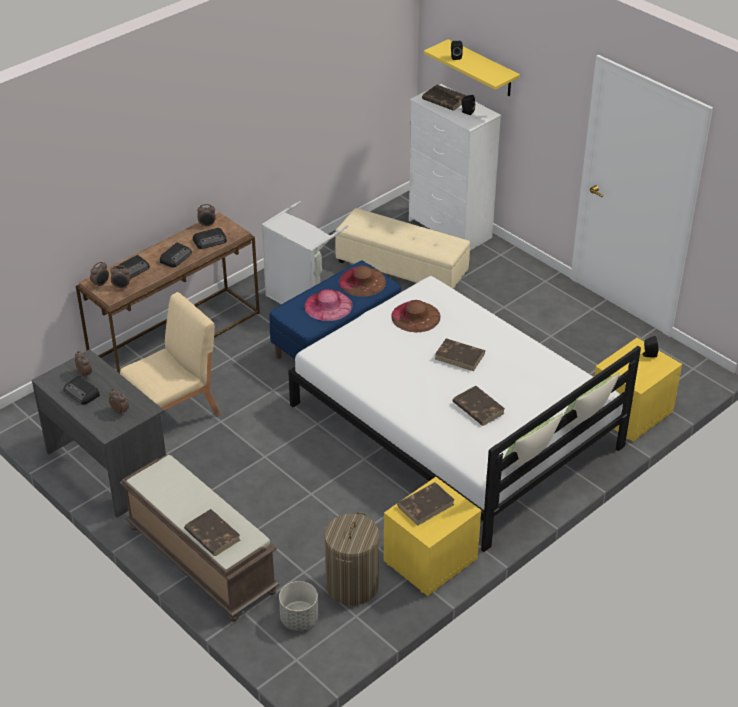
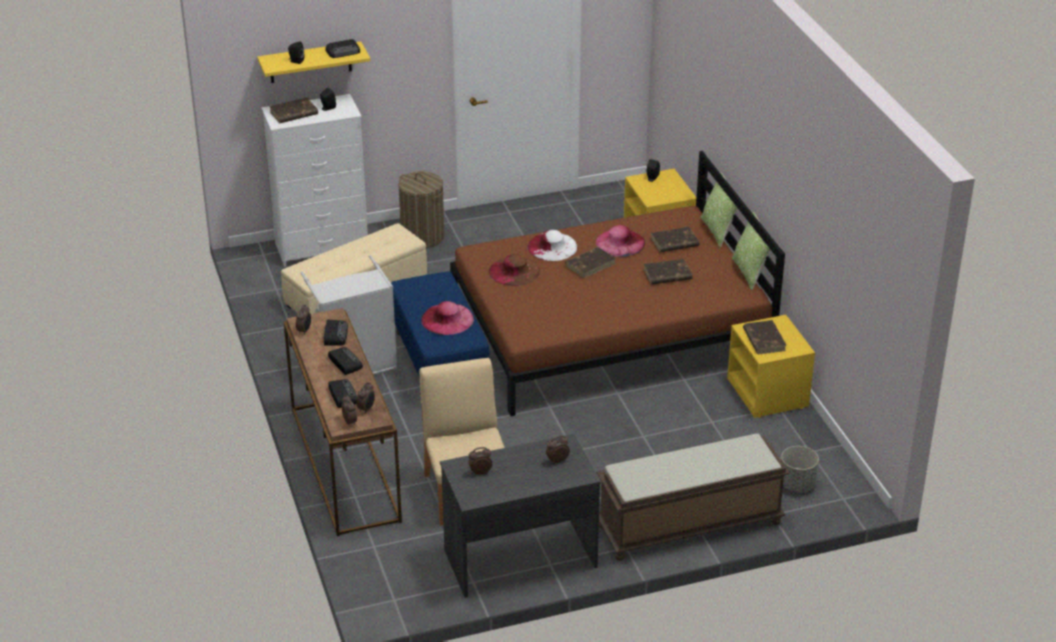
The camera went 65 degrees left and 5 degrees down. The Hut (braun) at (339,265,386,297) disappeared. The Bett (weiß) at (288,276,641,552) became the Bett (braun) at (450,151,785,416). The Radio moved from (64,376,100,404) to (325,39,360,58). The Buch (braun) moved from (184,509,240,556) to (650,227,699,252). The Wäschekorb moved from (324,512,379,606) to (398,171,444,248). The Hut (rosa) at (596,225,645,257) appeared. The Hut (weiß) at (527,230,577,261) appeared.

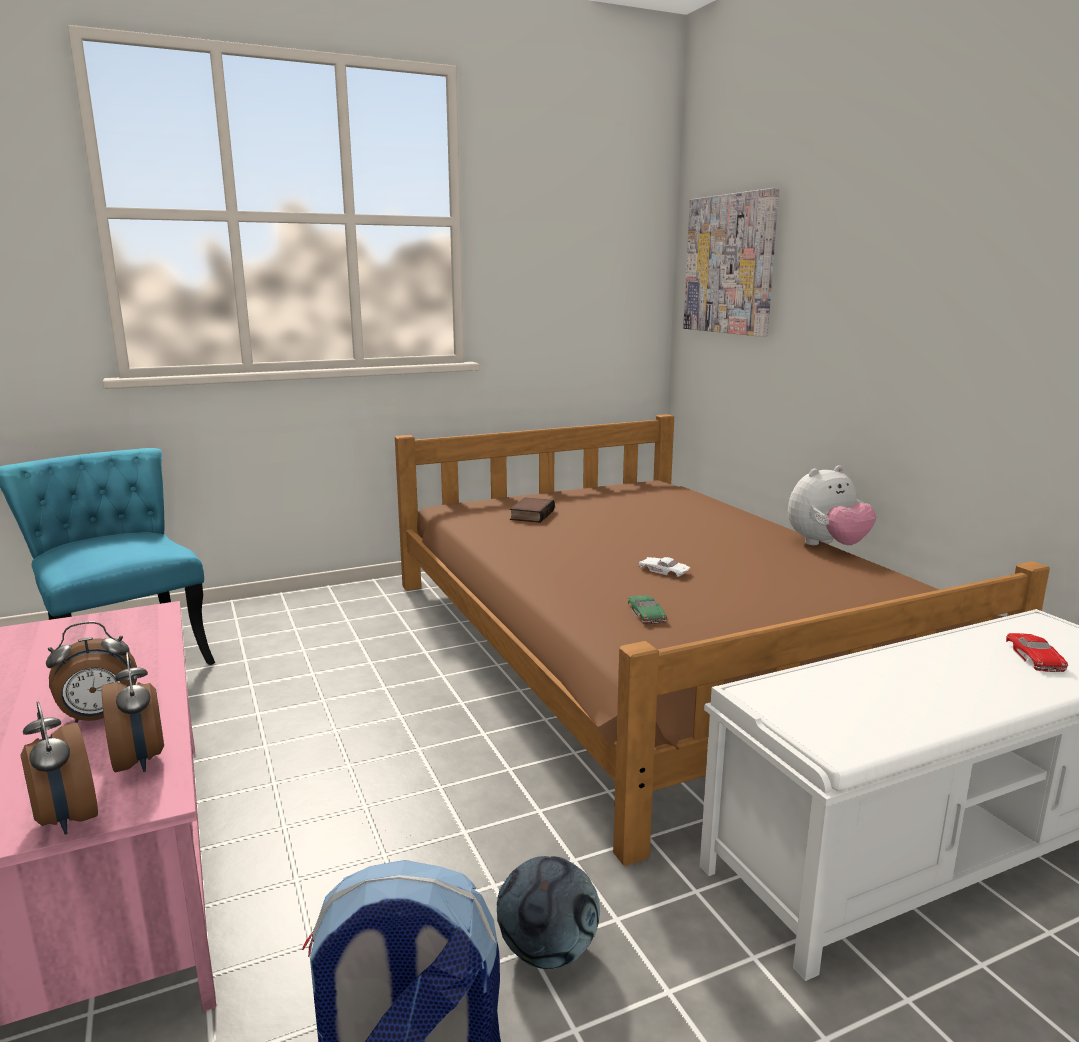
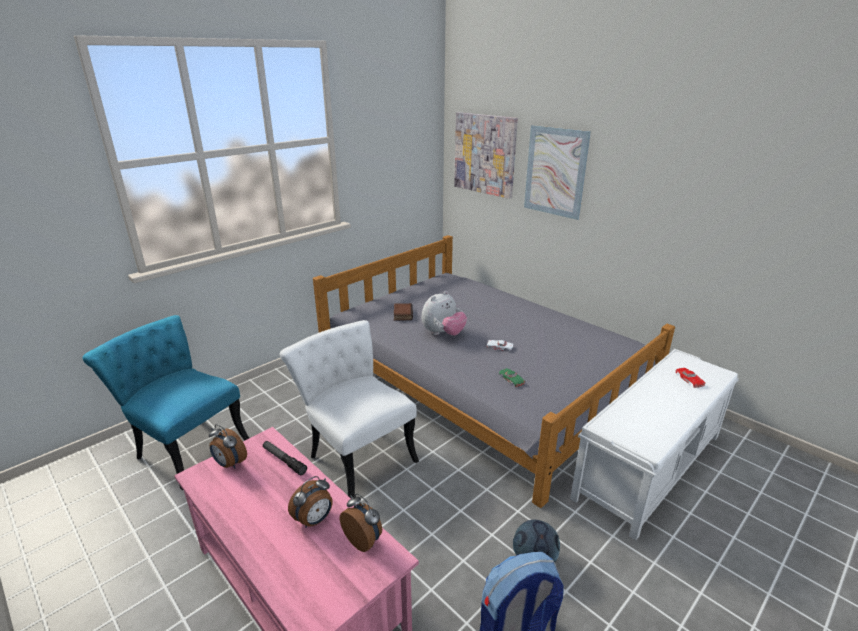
The camera went 20 degrees left and 10 degrees up. The Bett (braun) at (395,414,1050,866) became the Bett (grau) at (313,235,675,508). The Plüschtier moved from (788,465,876,545) to (421,291,467,336). The Wecker moved from (20,701,98,835) to (209,424,247,469). The Bild at (524,125,591,220) appeared. The Stuhl (weiß) at (280,320,419,498) appeared. The Taschenlampe at (263,441,307,475) appeared.

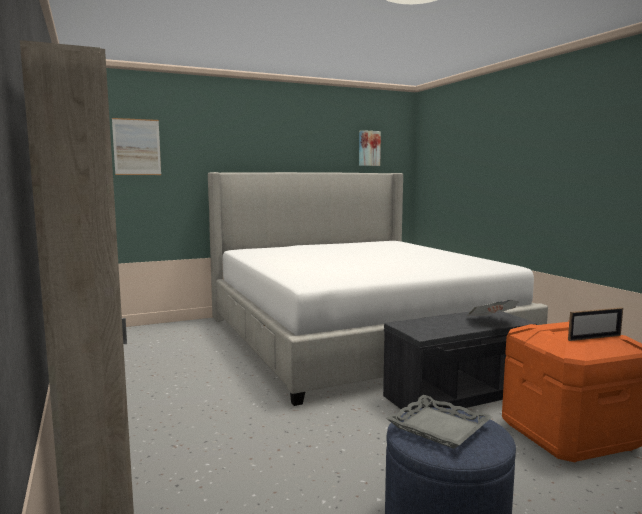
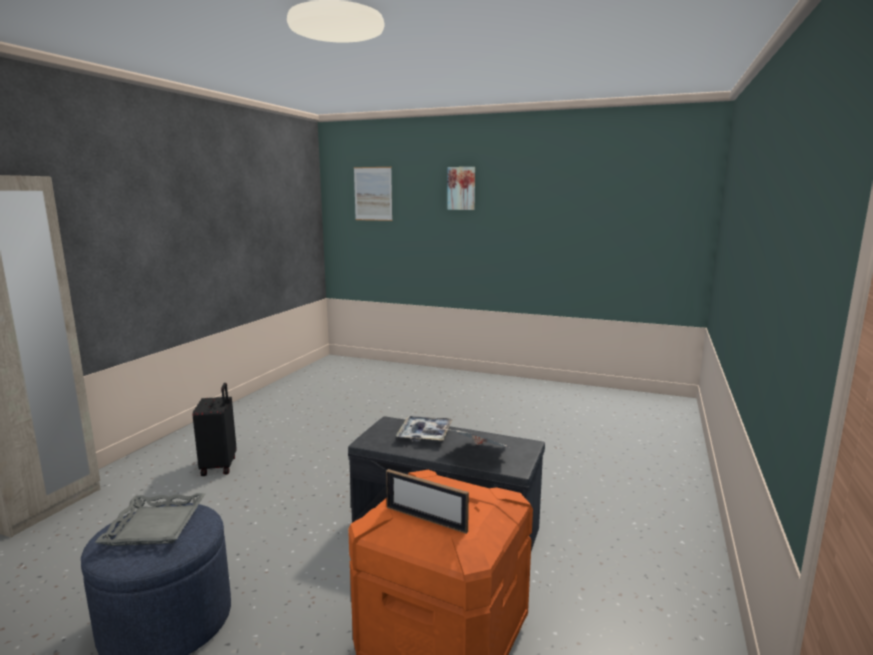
The camera went 45 degrees right and 5 degrees up. The Bild moved from (359,130,381,166) to (447,167,475,210). The Bett at (208,172,548,406) disappeared. The Koffer (schwarz) at (193,383,237,476) appeared. The Tablett at (396,416,453,442) appeared.

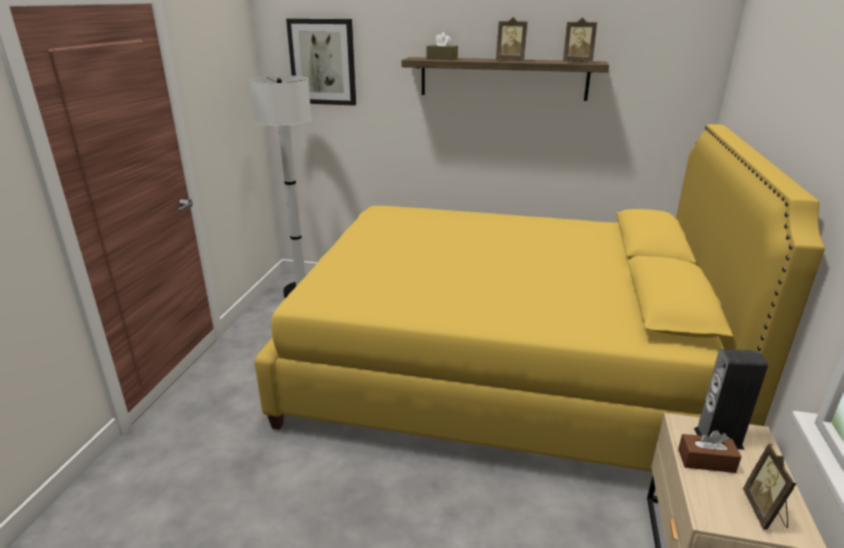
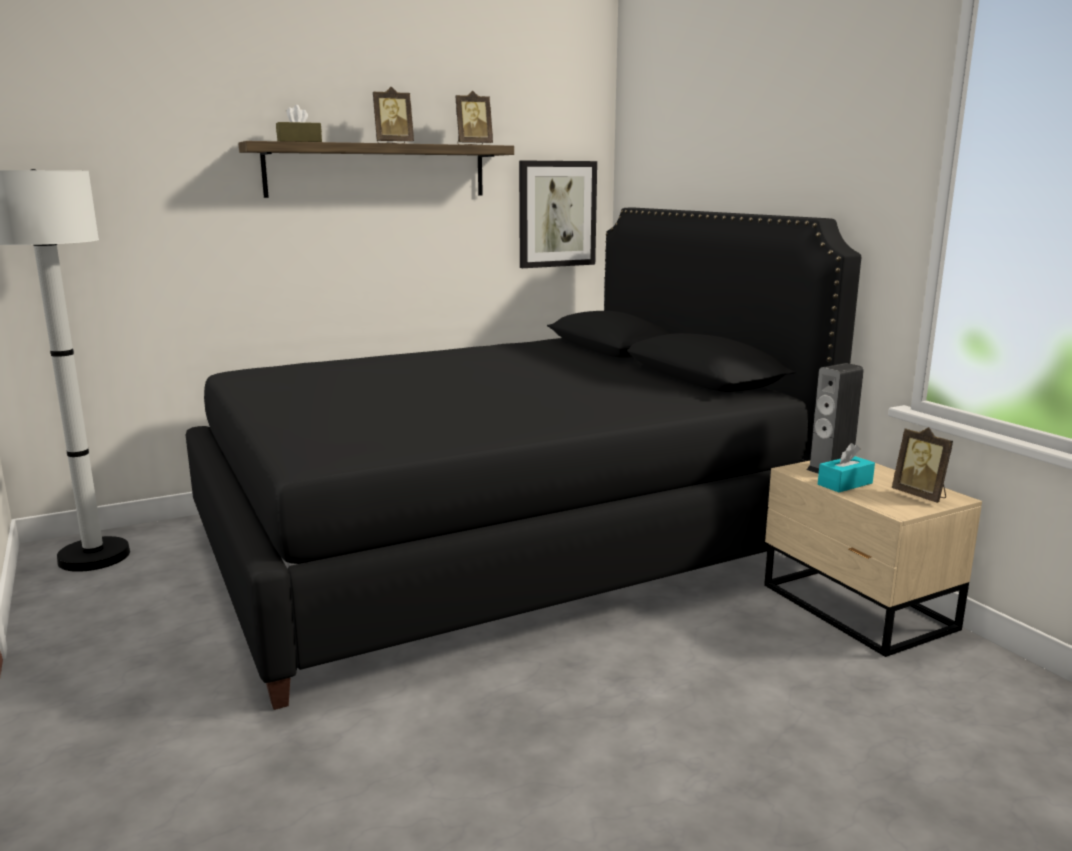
The camera went 40 degrees left and 10 degrees down. The Bild moved from (286,18,356,106) to (519,160,597,268). The Bett (gelb) at (254,124,825,472) became the Bett (schwarz) at (186,207,861,710). The Taschentuchbox (braun) at (678,430,741,473) became the Taschentuchbox (türkis) at (818,443,875,492).

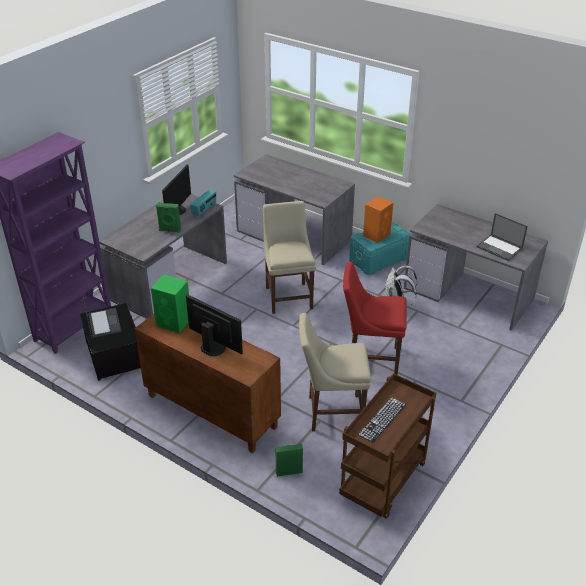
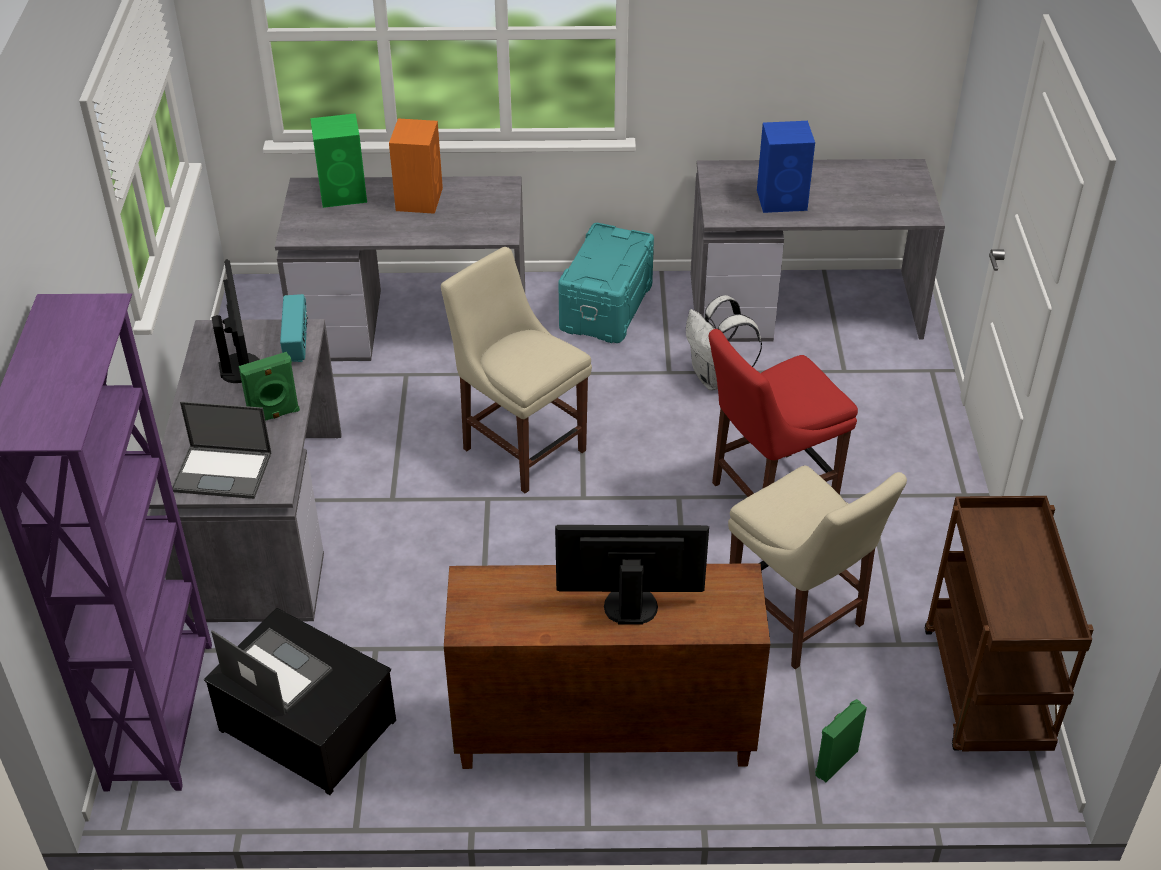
The camera went 35 degrees left and 5 degrees up. The Lautsprecher (orange) moved from (363,196,393,243) to (389,118,443,214). The Laptop moved from (476,213,528,261) to (172,401,271,499). The Lautsprecher (grün) moved from (151,275,189,333) to (310,113,367,208). The Stuhl (beige) at (299,313,371,431) turned 90 degrees counterclockwise. The Tastatur at (358,397,406,443) disappeared. The Lautsprecher (blau) at (757,121,815,213) appeared.

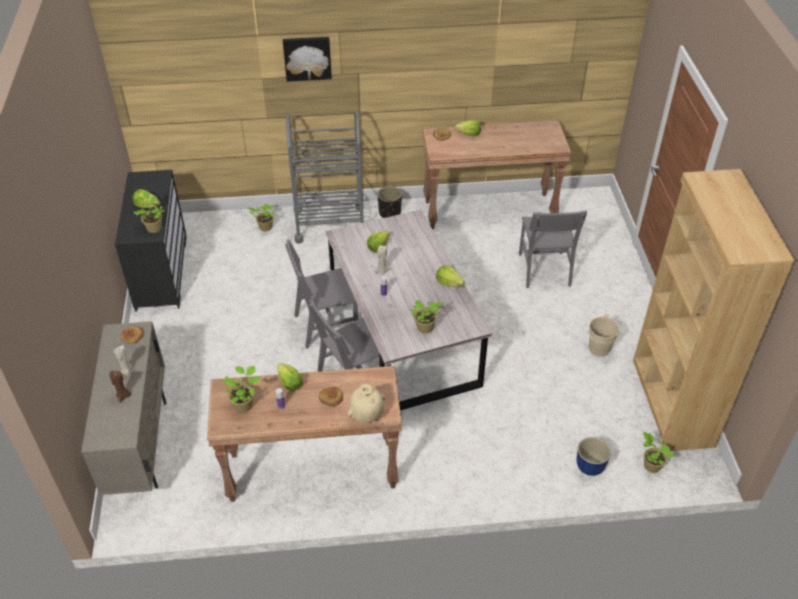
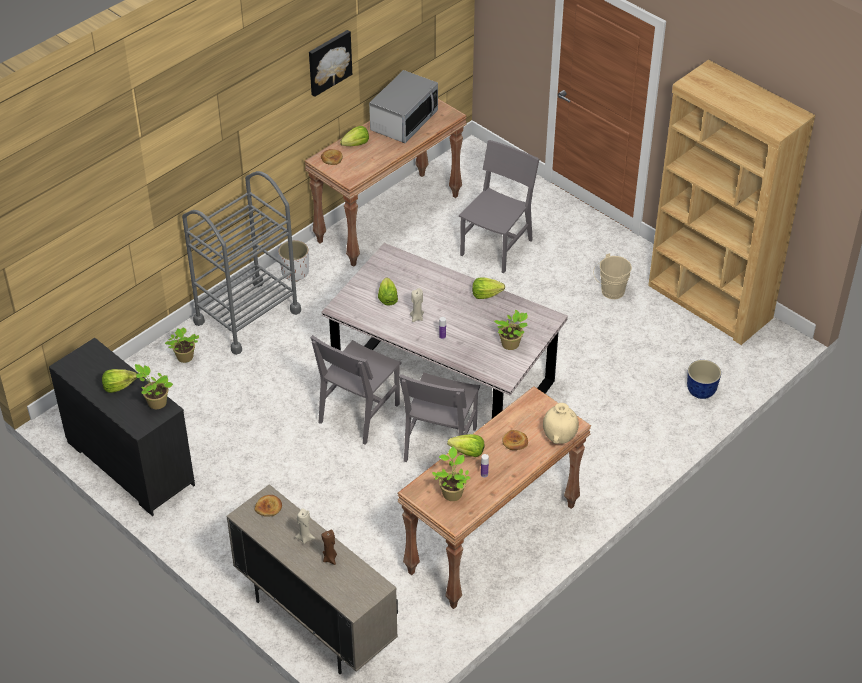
The camera went 40 degrees left and 0 degrees up. The Bild moved from (283,37,332,82) to (309,30,352,97). The Pflanzkübel (schwarz) at (378,186,402,218) became the Pflanzkübel (weiß) at (278,240,309,282). The Stuhl (grau) at (519,210,587,288) turned 105 degrees counterclockwise. The Topfpflanze at (643,432,675,473) disappeared. The Mikrowelle at (369,70,438,143) appeared.

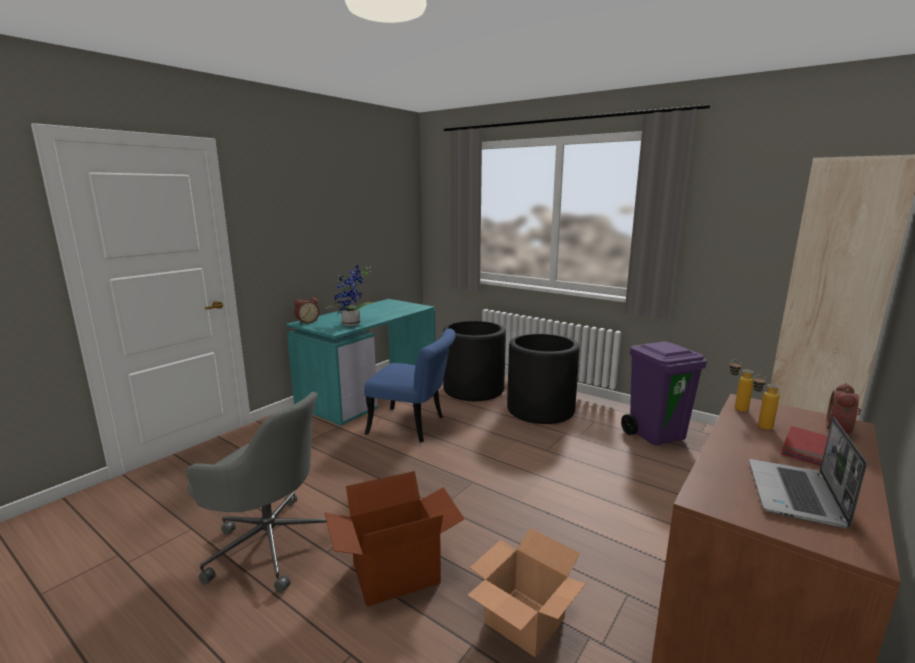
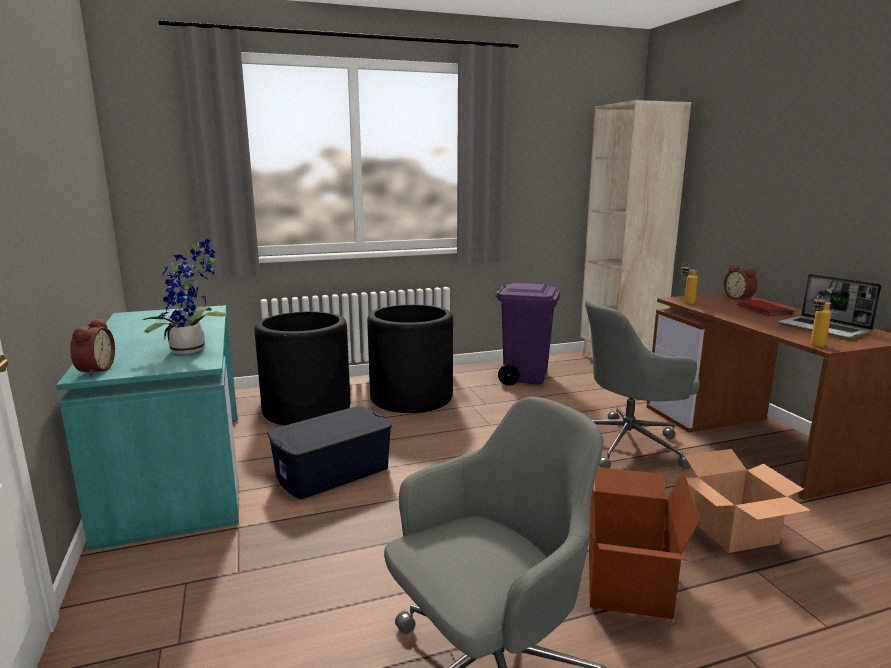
The camera went 55 degrees left and 0 degrees up. The Stuhl (blau) at (364,328,456,442) was replaced by the Aufbewahrungsbox (blau) at (268,406,392,499). The Flasche moved from (752,375,779,430) to (810,294,831,347). The Bürostuhl (grau) at (585,299,700,469) appeared.

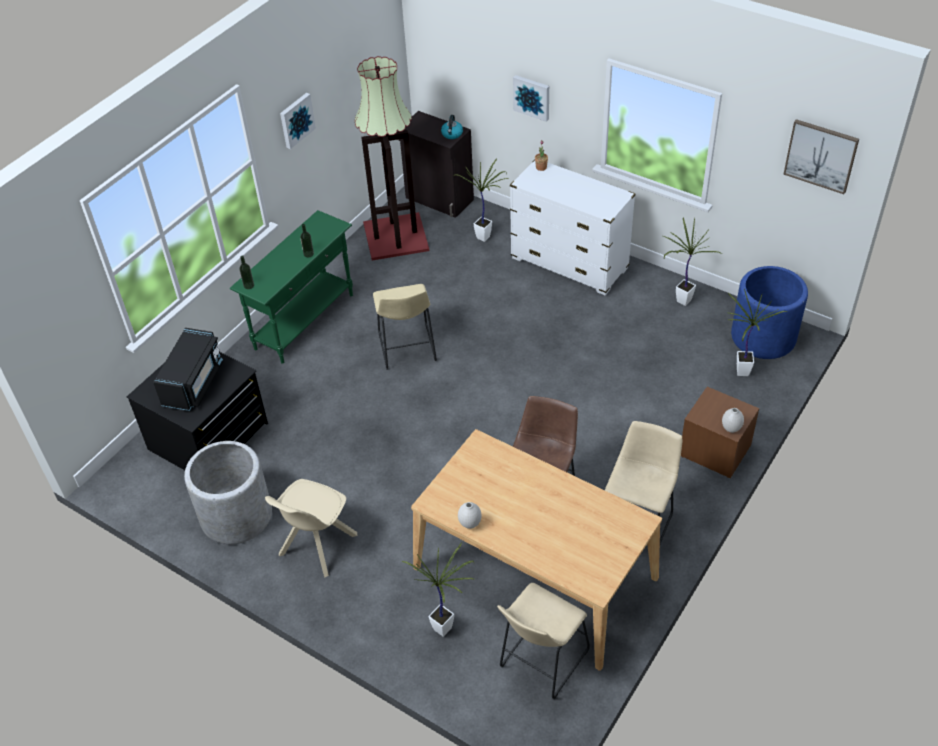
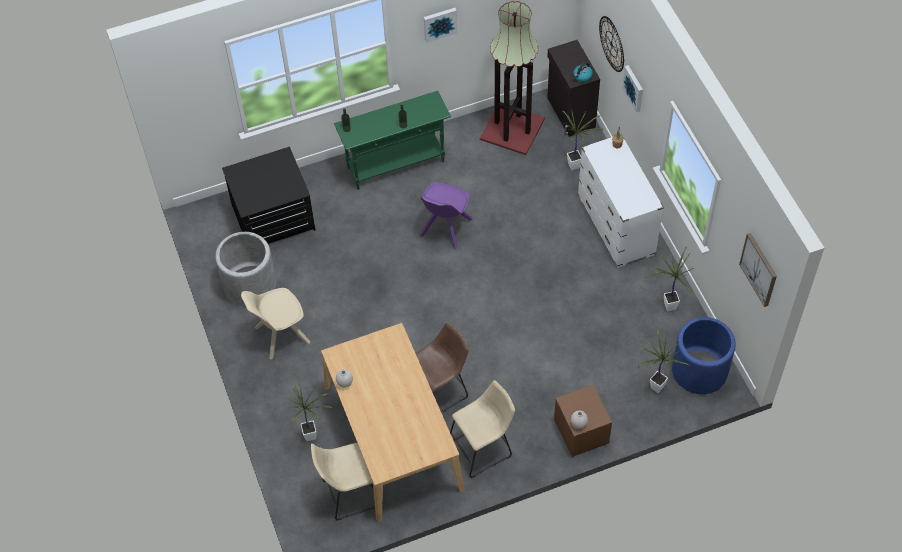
The camera went 35 degrees right and 10 degrees up. The Hocker (beige) at (373,284,437,370) was replaced by the Stuhl (lila) at (419,182,473,249). The Mikrowelle (schwarz) at (153,328,224,411) disappeared. The Wanduhr at (599,16,624,72) appeared.

